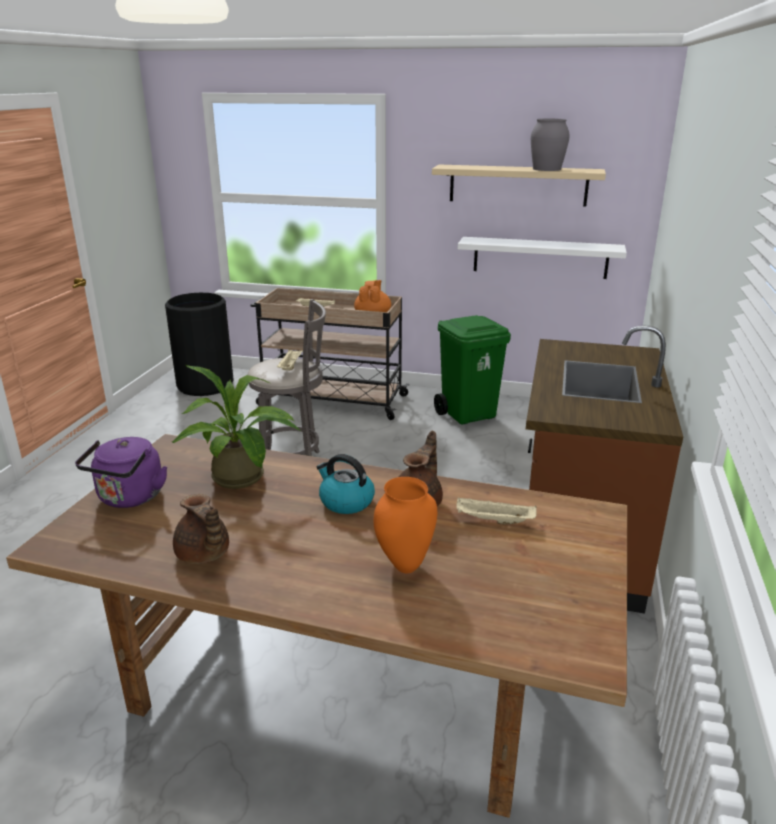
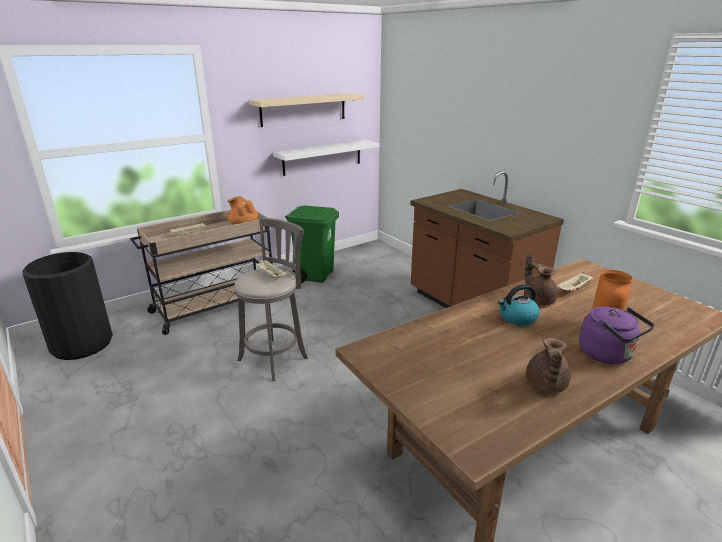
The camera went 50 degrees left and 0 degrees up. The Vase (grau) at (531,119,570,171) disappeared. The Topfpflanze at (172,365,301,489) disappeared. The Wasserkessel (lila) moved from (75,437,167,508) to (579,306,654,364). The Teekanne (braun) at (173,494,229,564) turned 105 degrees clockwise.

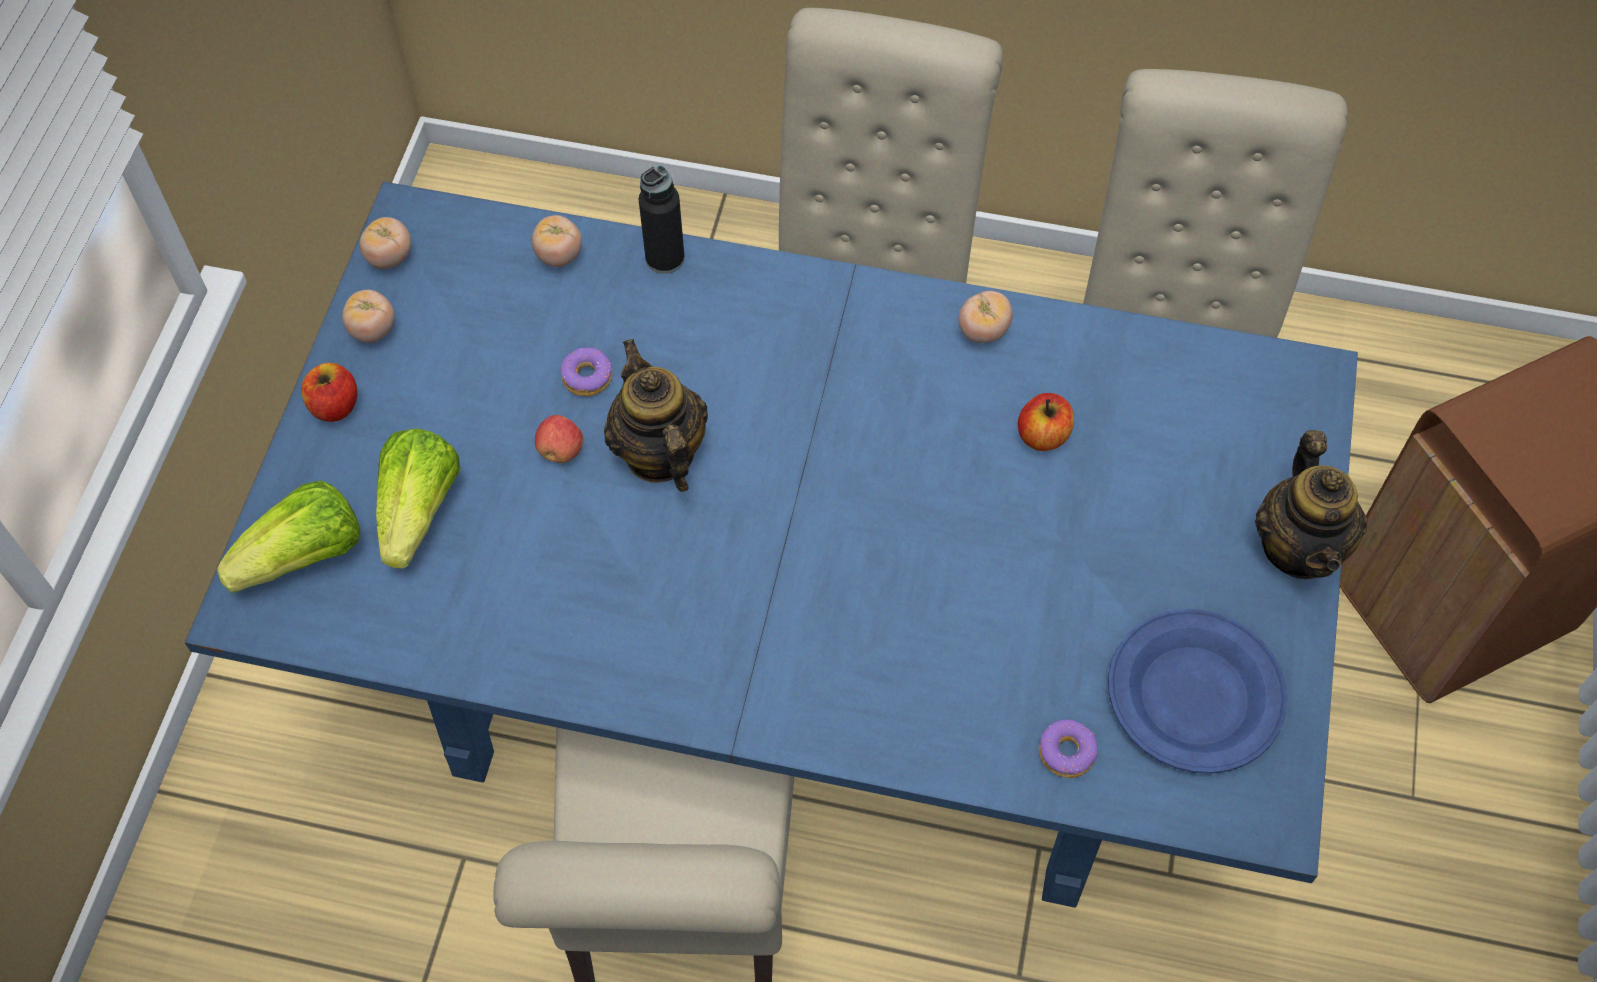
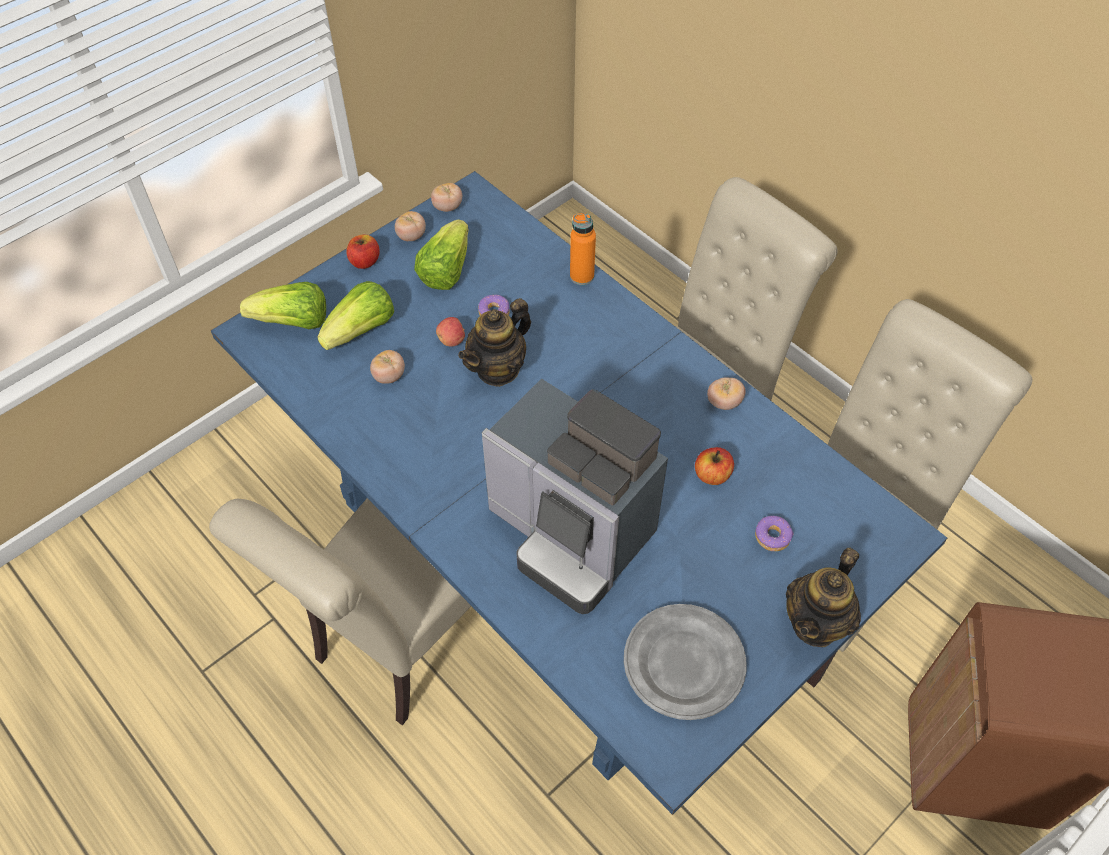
The camera went 35 degrees right and 5 degrees down. The Flasche (schwarz) at (639,165,685,274) became the Flasche (orange) at (570,213,596,285). The Tomate moved from (532,215,582,267) to (370,350,405,384). The Teekanne at (604,339,708,492) turned 150 degrees counterclockwise. The Teller (blau) at (1108,609,1287,774) became the Teller (grau) at (624,604,747,720). The Donut moved from (1039,720,1098,778) to (755,516,793,551). The Salatkopf at (414,219,468,290) appeared. The Kaffeemaschine at (482,378,668,614) appeared.

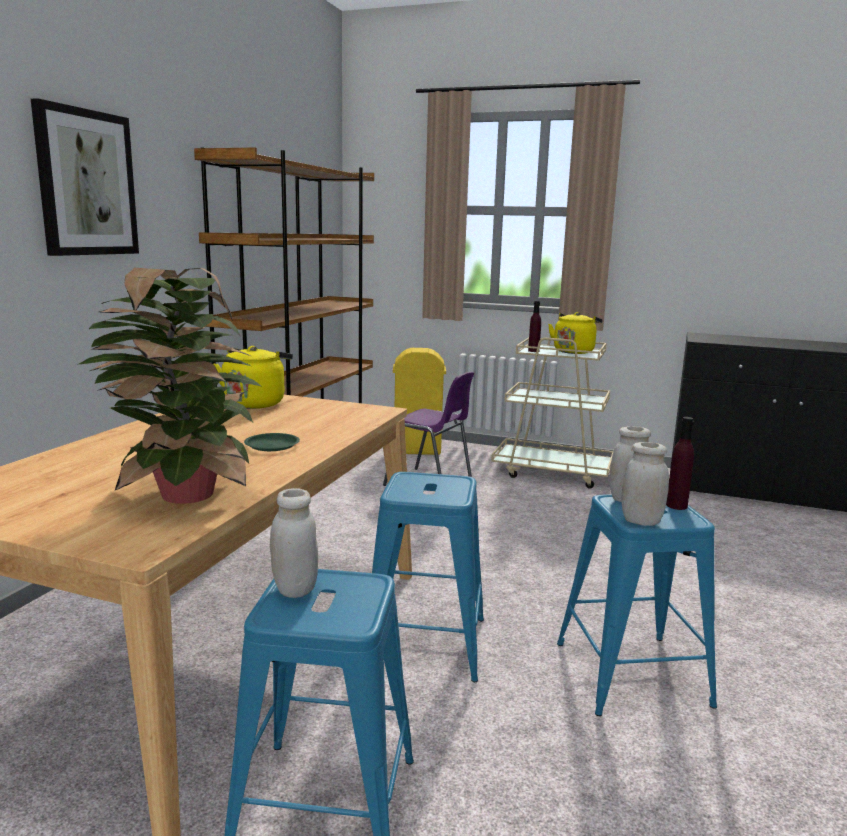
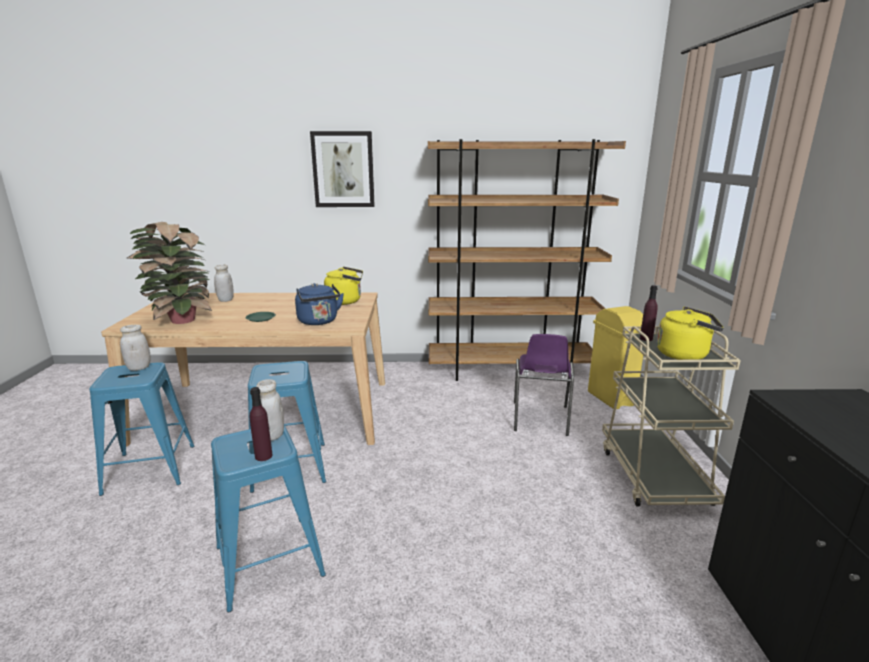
The camera went 70 degrees right and 5 degrees up. The Vorratsglas (weiß) moved from (621,442,669,526) to (214,265,234,302). The Wasserkessel (blau) at (295,283,344,325) appeared.

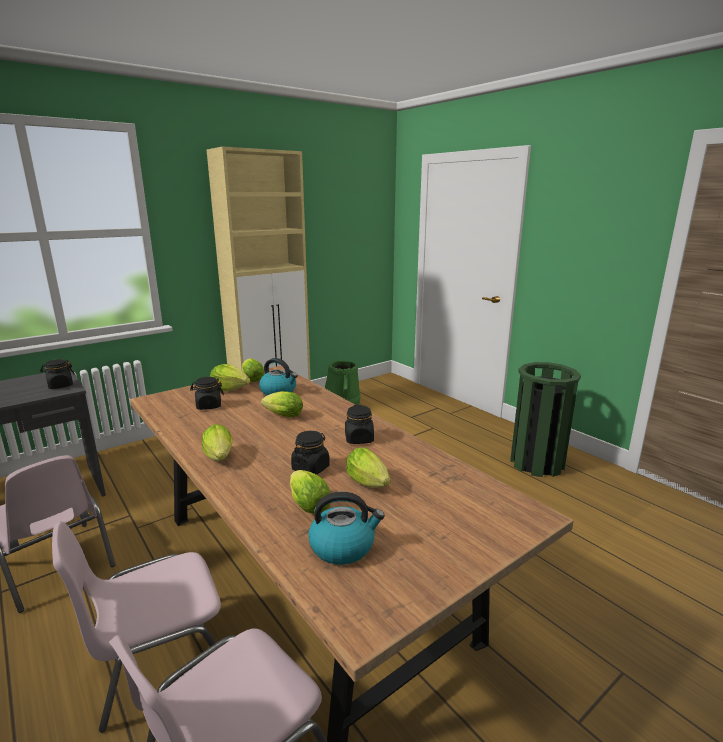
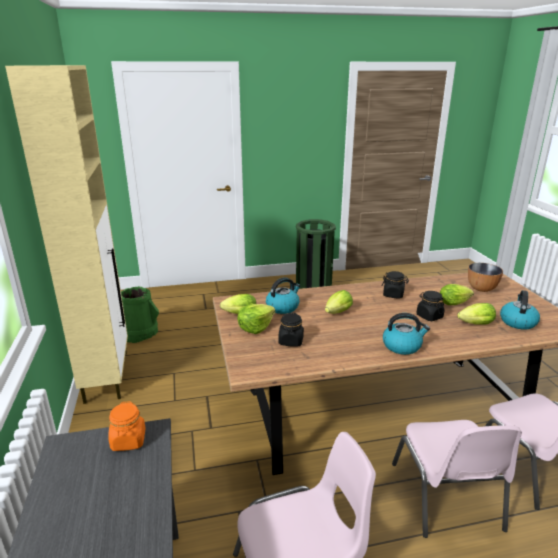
The camera went 65 degrees left and 5 degrees up. The Vorratsglas (schwarz) at (40,359,75,389) became the Vorratsglas (orange) at (108,401,146,451). The Salatkopf at (202,424,233,461) was replaced by the Wasserkessel at (383,313,430,355). The Schüssel at (468,263,503,292) appeared.

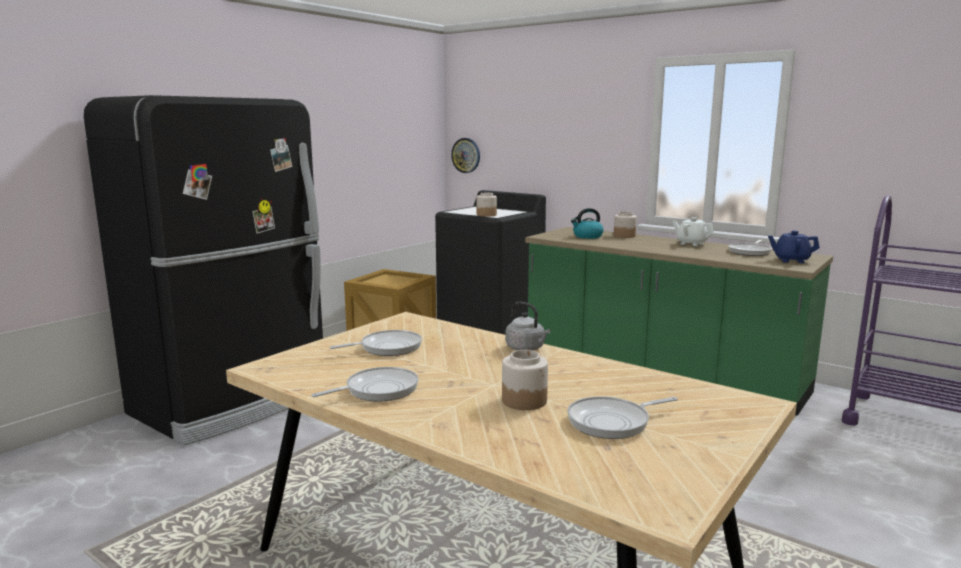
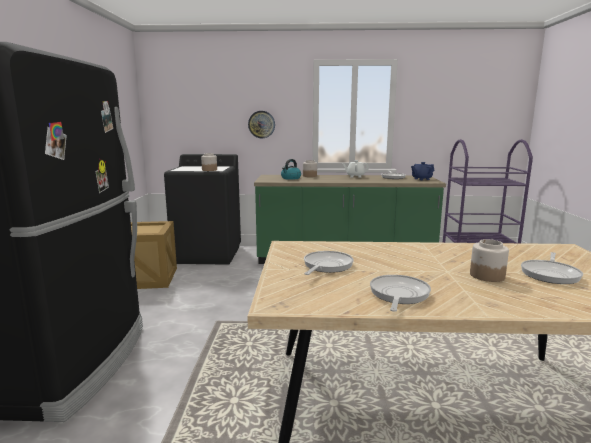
The camera went 35 degrees left and 0 degrees up. The Wanduhr moved from (451,138,480,173) to (248,111,275,138). The Wasserkessel (grau) at (505,302,550,351) disappeared.

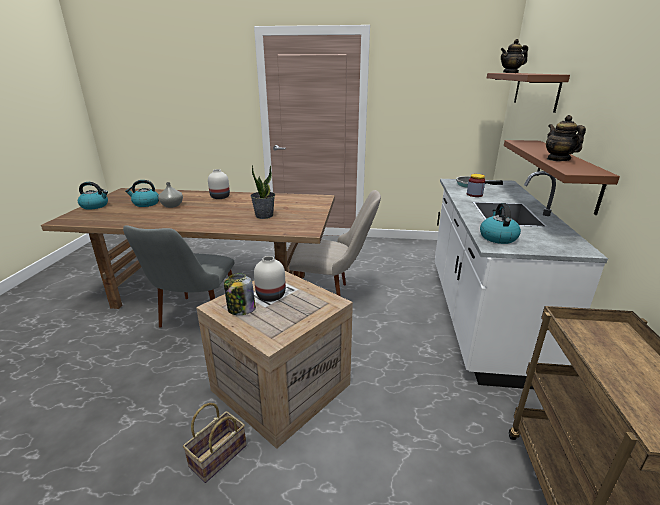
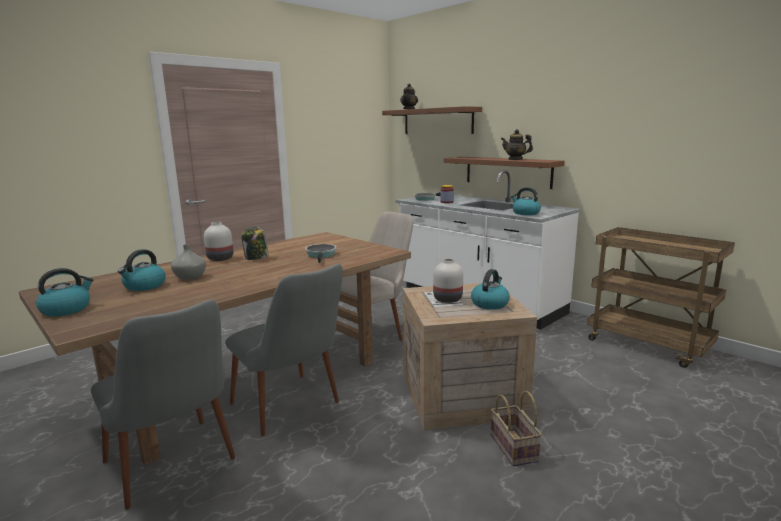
The camera went 50 degrees left and 10 degrees down. The Topfpflanze at (250,165,275,219) was replaced by the Pfanne at (305,244,337,263). The Vorratsglas moved from (224,273,256,315) to (241,227,269,260). The Wasserkessel at (471,269,510,310) appeared. The Stuhl (grau) at (91,299,235,510) appeared.

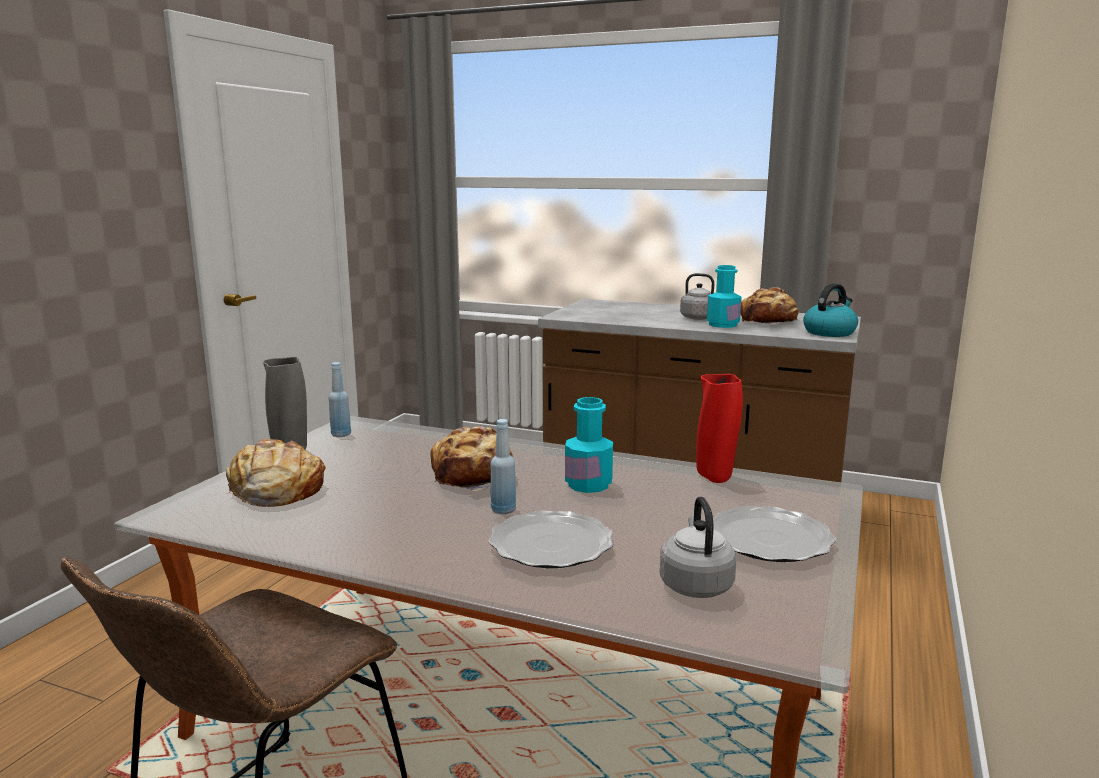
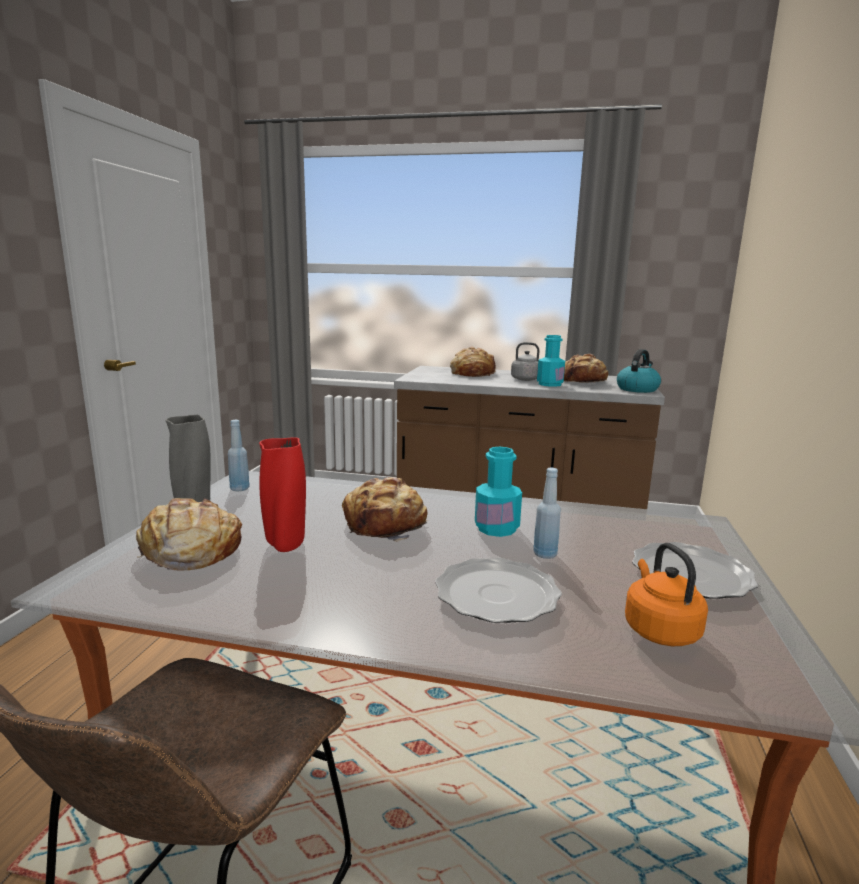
The camera went 10 degrees left and 0 degrees up. The Vase (rot) moved from (696,374,743,483) to (259,437,306,552). The Flasche (blau) moved from (490,419,516,514) to (533,468,561,559). The Wasserkessel (grau) at (660,496,737,598) became the Wasserkessel (orange) at (625,543,708,646). The Brot at (450,346,496,377) appeared.

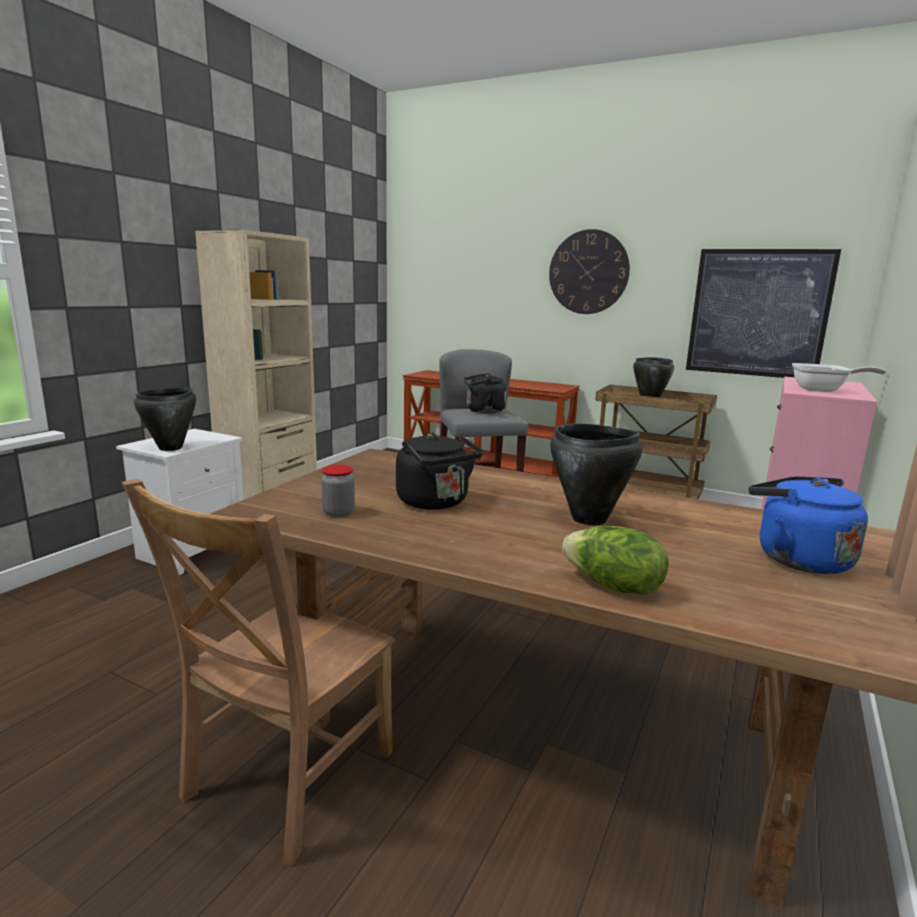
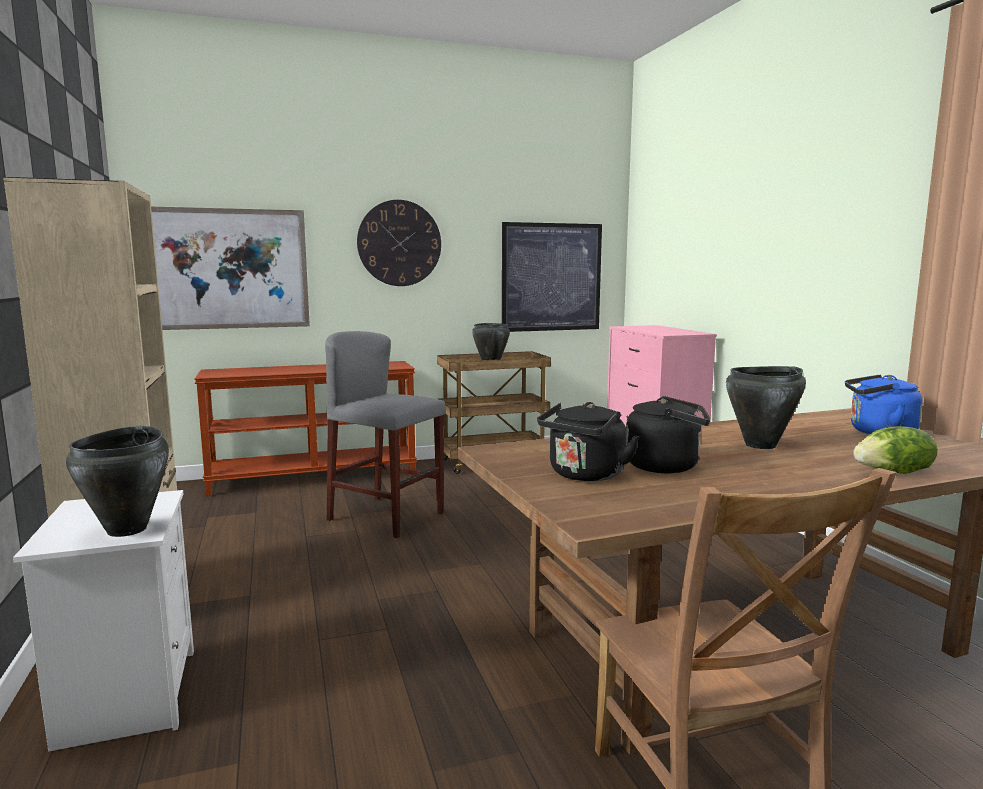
The camera went 45 degrees left and 5 degrees down. The Pfanne at (792,363,886,392) disappeared. The Wasserkessel (schwarz) moved from (464,373,506,414) to (537,402,640,481). The Vorratsglas at (321,465,355,517) disappeared. The Bild at (151,207,310,330) appeared.

